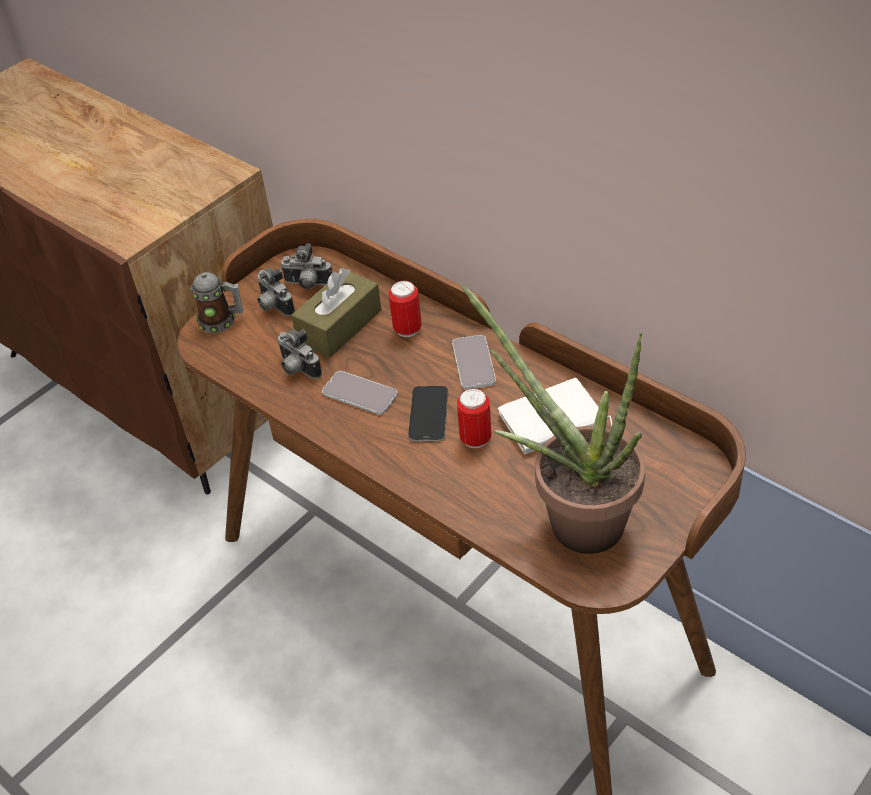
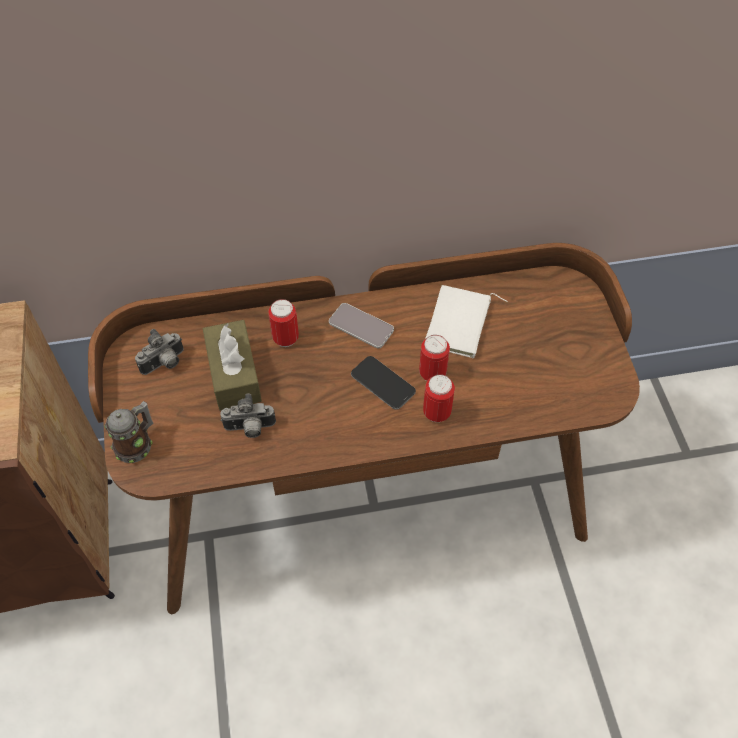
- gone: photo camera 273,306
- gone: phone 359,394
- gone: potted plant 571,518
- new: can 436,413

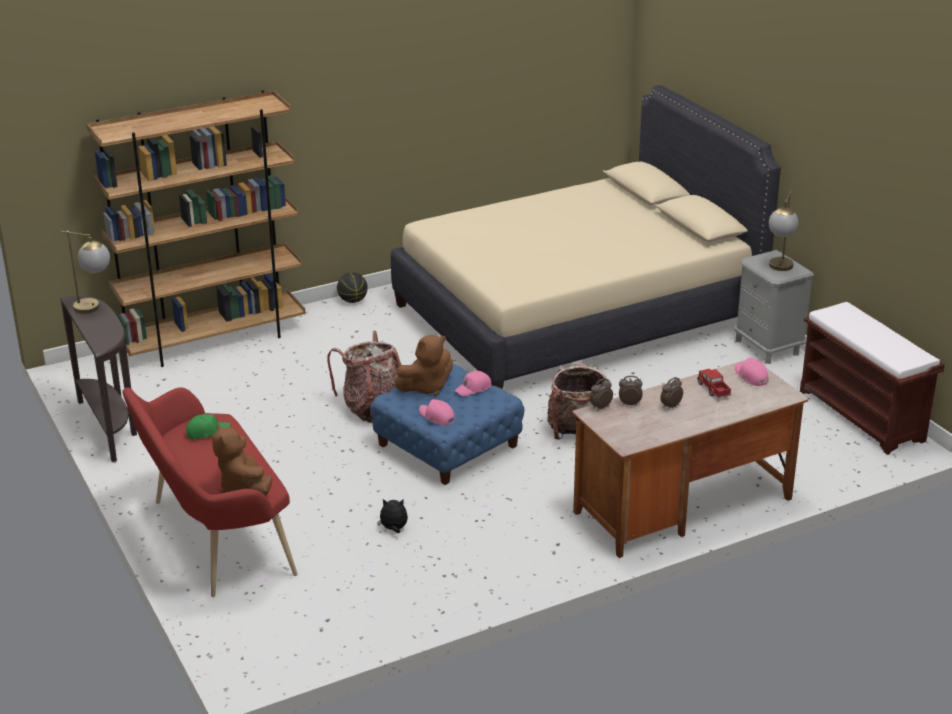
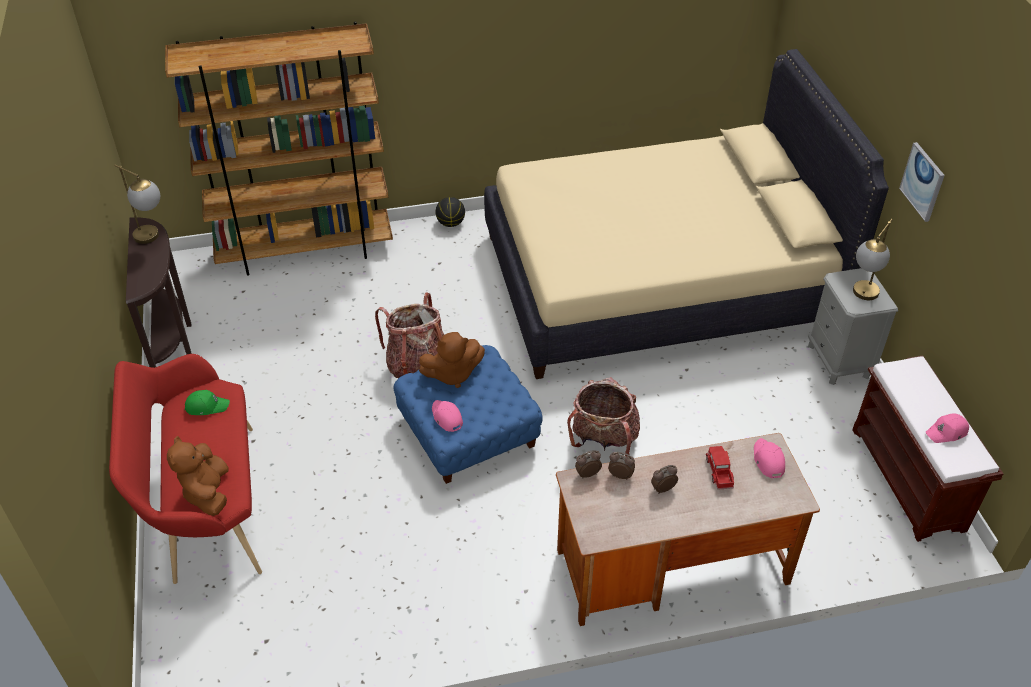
- gone: plush toy 394,529
- shifted: pink cap 473,388 to 947,432
- new: picture 922,181

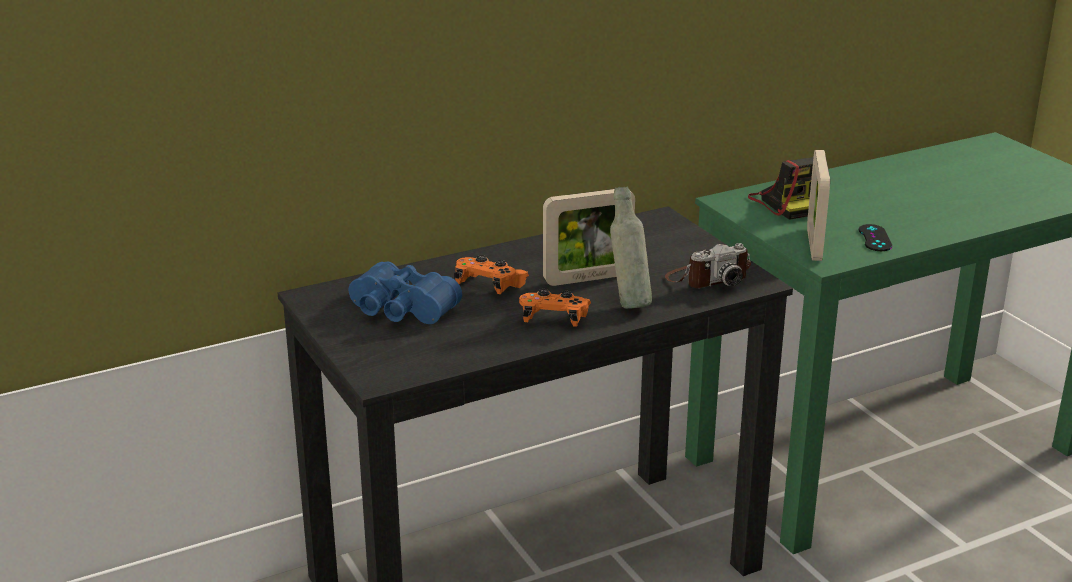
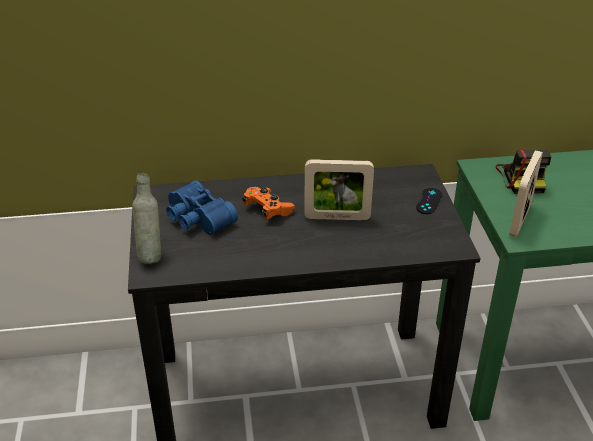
- gone: orange game controller 554,319
- shifted: grey bottle 628,303 to 151,255
- gone: photo camera 708,278
- shifted: black game controller 875,238 to 428,201

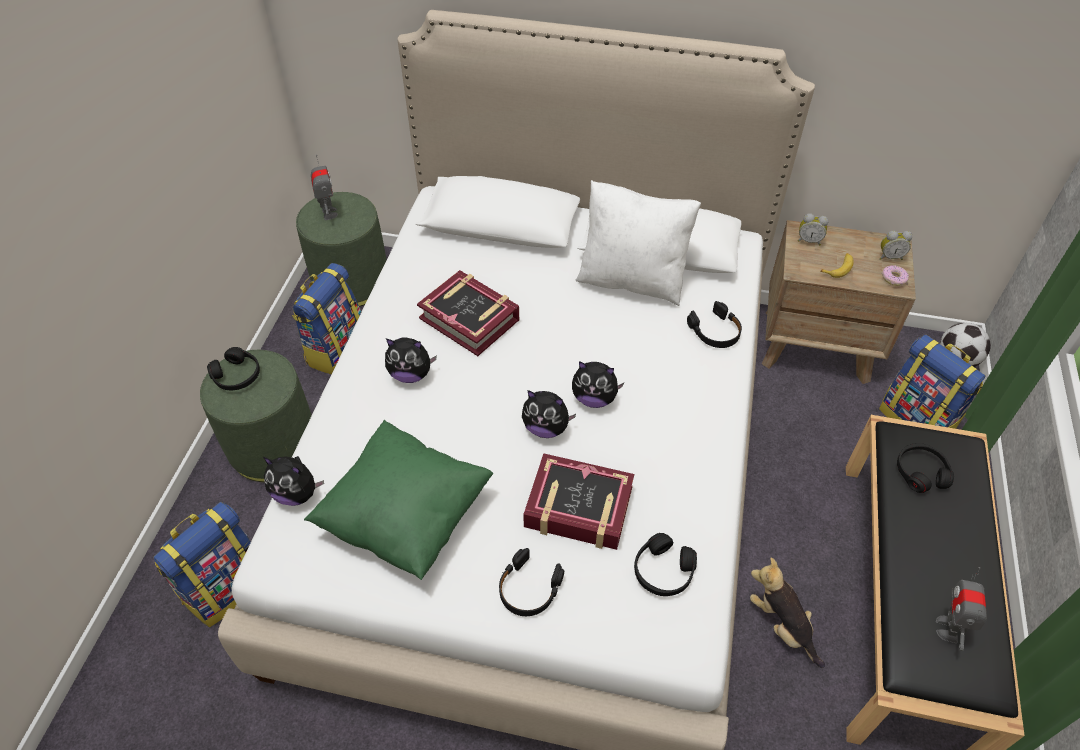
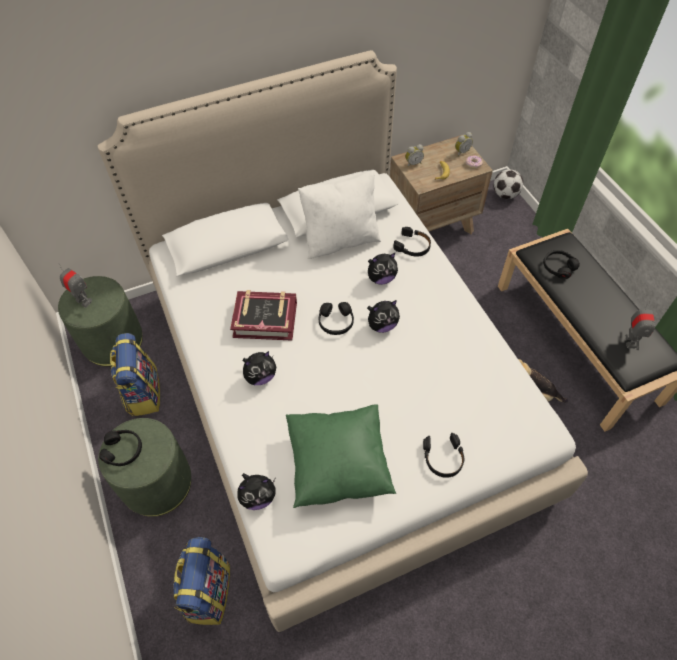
- shifted: plush toy 546,428 to 381,278
- gone: book 578,508
- shifted: black headphones 663,571 to 336,322
- gone: backpack 917,420
- rotated: toy robot 948,628 = 630,341 150 degrees counterclockwise

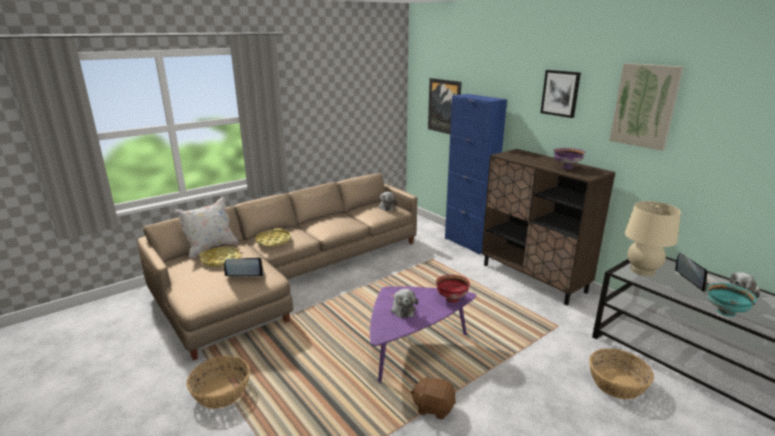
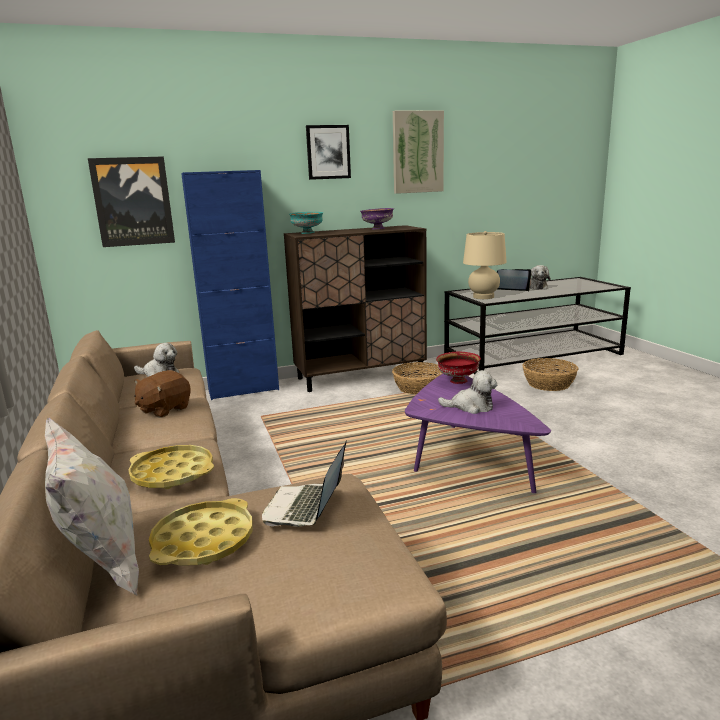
- shifted: basket 221,392 to 418,388
- shifted: brown plush toy 433,407 to 164,409
- shifted: turquoise bowl 725,312 to 307,233

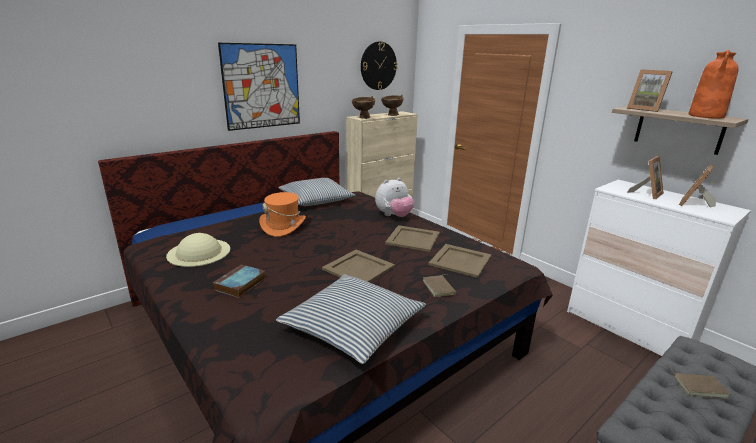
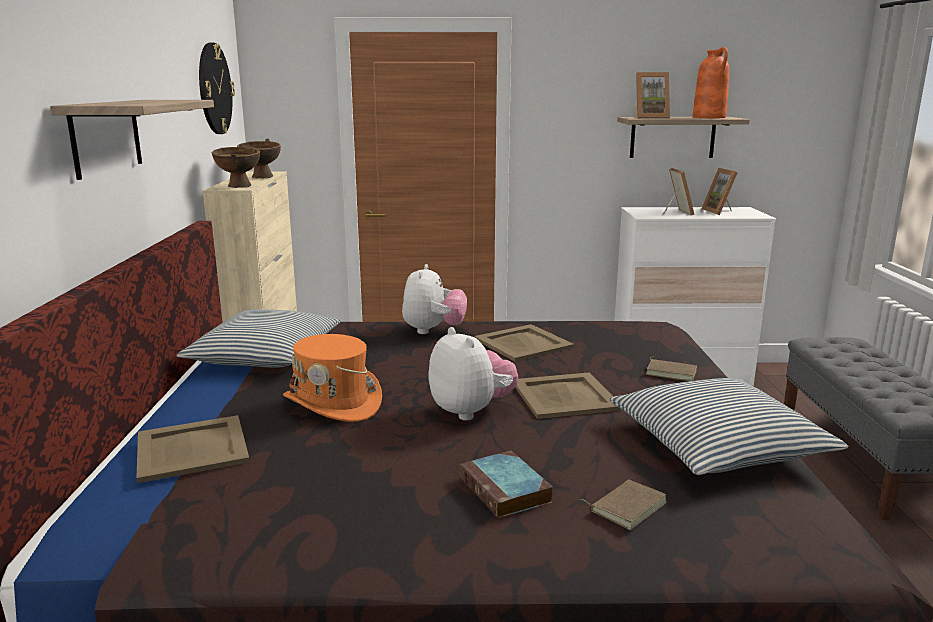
- gone: beige hat 199,252
- swapped: picture 262,86 to shelf 106,137
- shifted: beige tray 459,260 to 191,449
- shifted: brown book 699,386 to 626,506
- new: plush toy 471,411

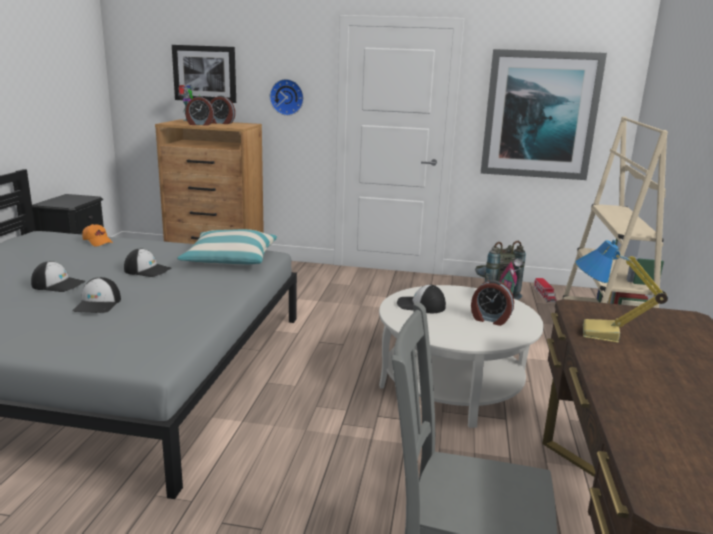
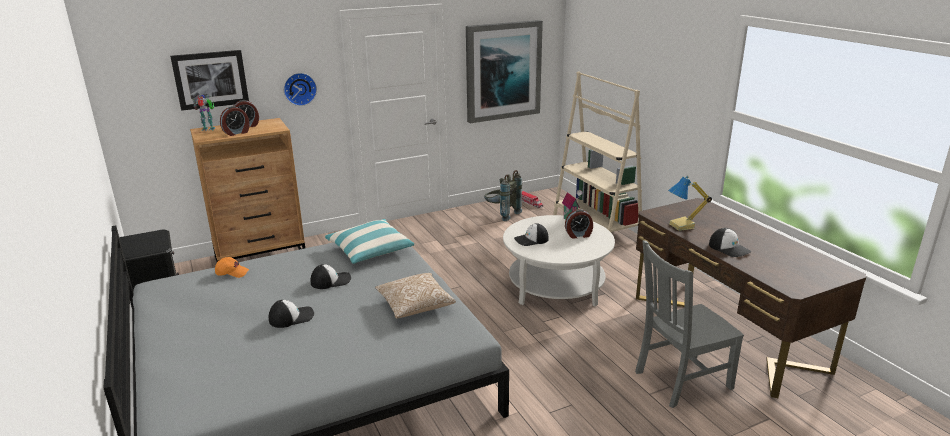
- shifted: cap 98,304 to 729,248
- new: pillow 415,305

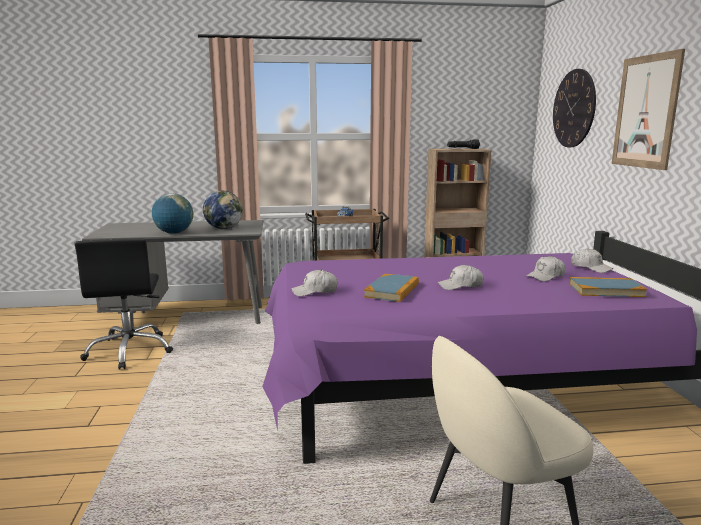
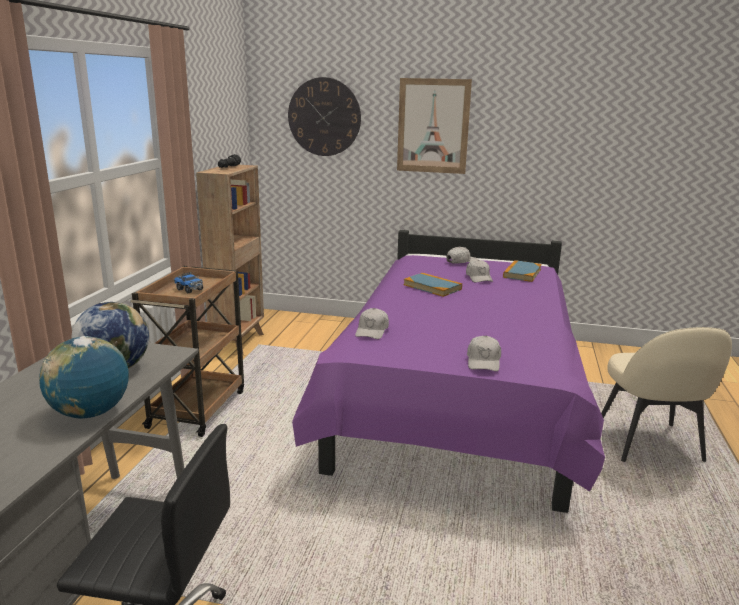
- shifted: book 392,290 to 432,287
- shifted: white cap 460,286 to 372,331

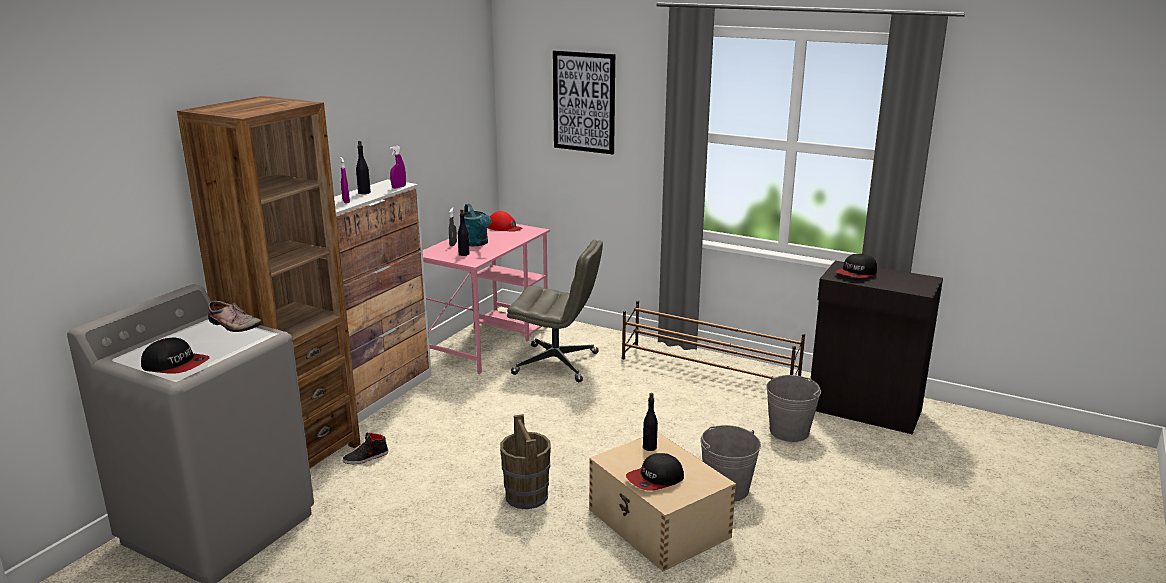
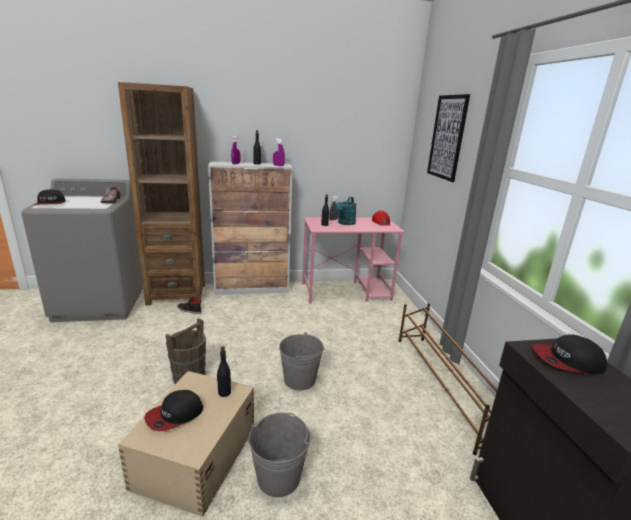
- gone: grey office chair 557,363
- rotated: cap 655,479 = 174,415 60 degrees counterclockwise
- shifted: grey bucket 789,431 to 300,379

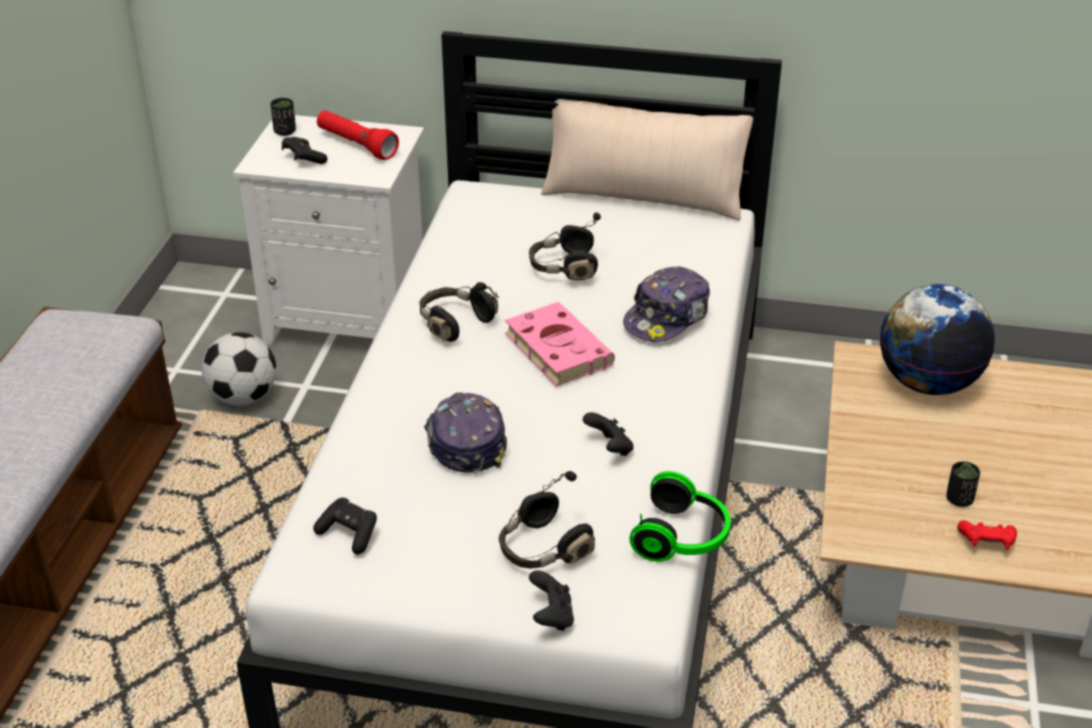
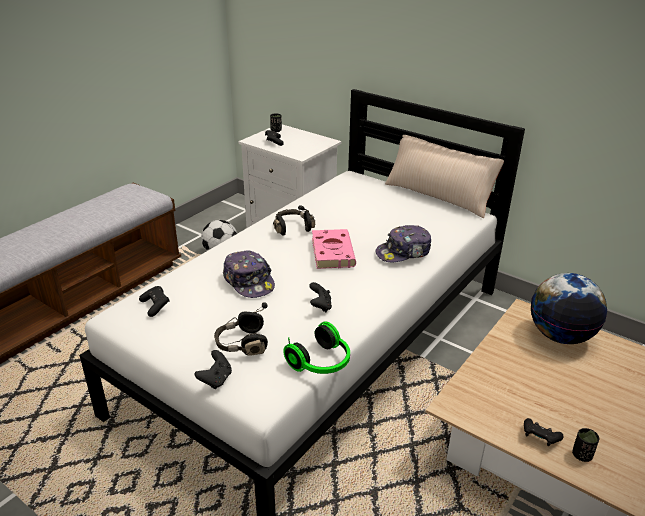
- gone: red flashlight 356,145
- rotated: cap 465,442 = 249,281 135 degrees clockwise
- gone: black headphones 564,267
- shifted: black cup 959,499 to 581,455
- repainted: red game controller 986,543 to black game controller 539,438

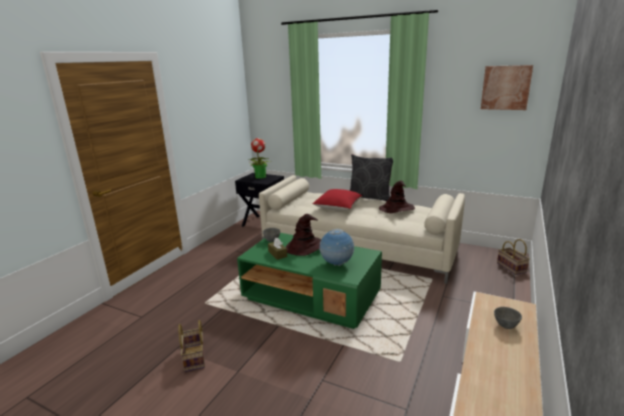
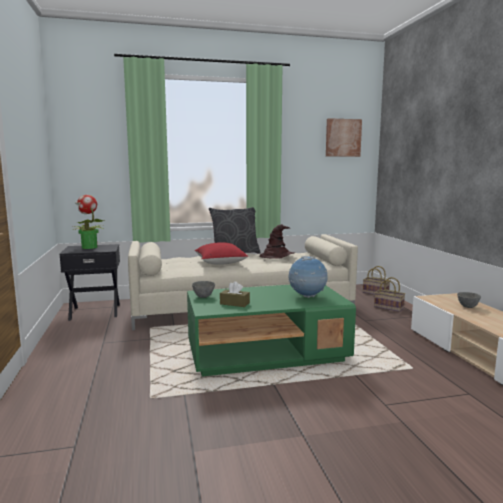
- shifted: basket 195,358 to 389,307
- gone: brown hat 305,247

